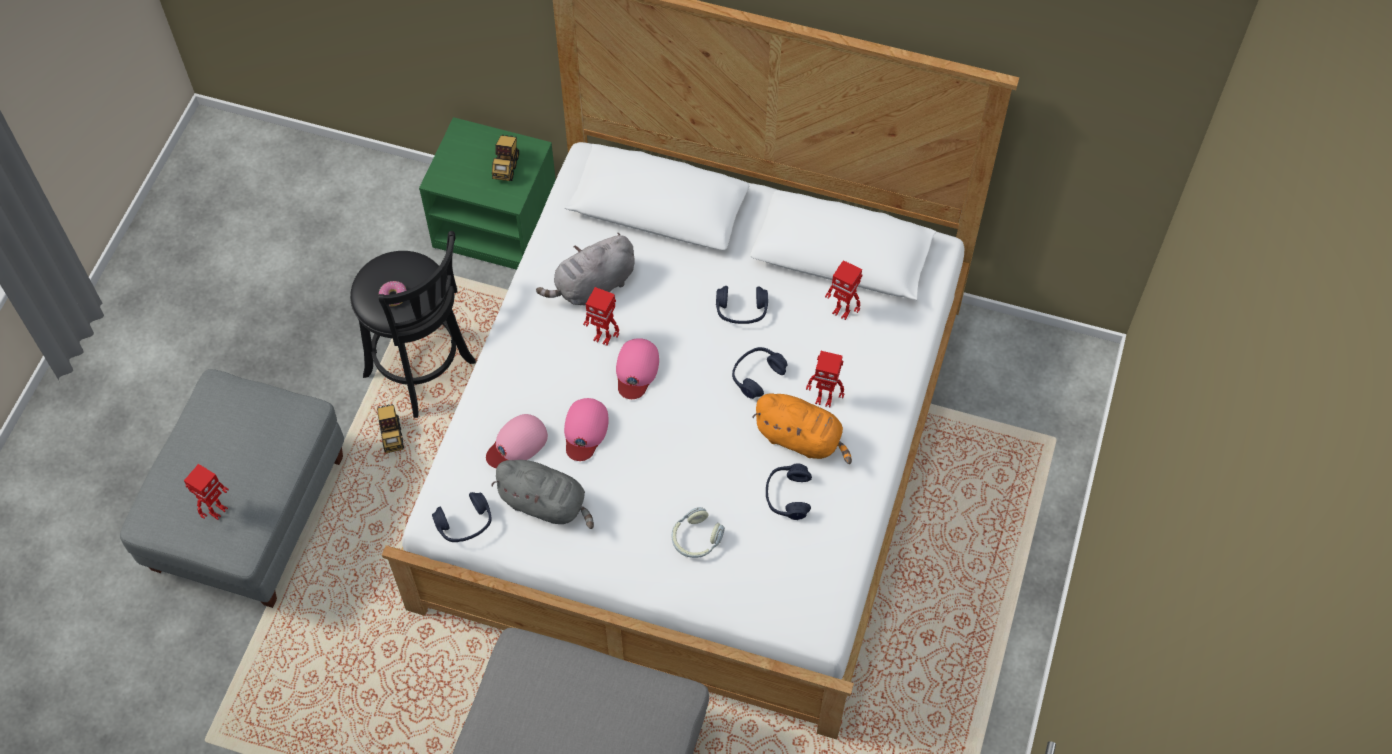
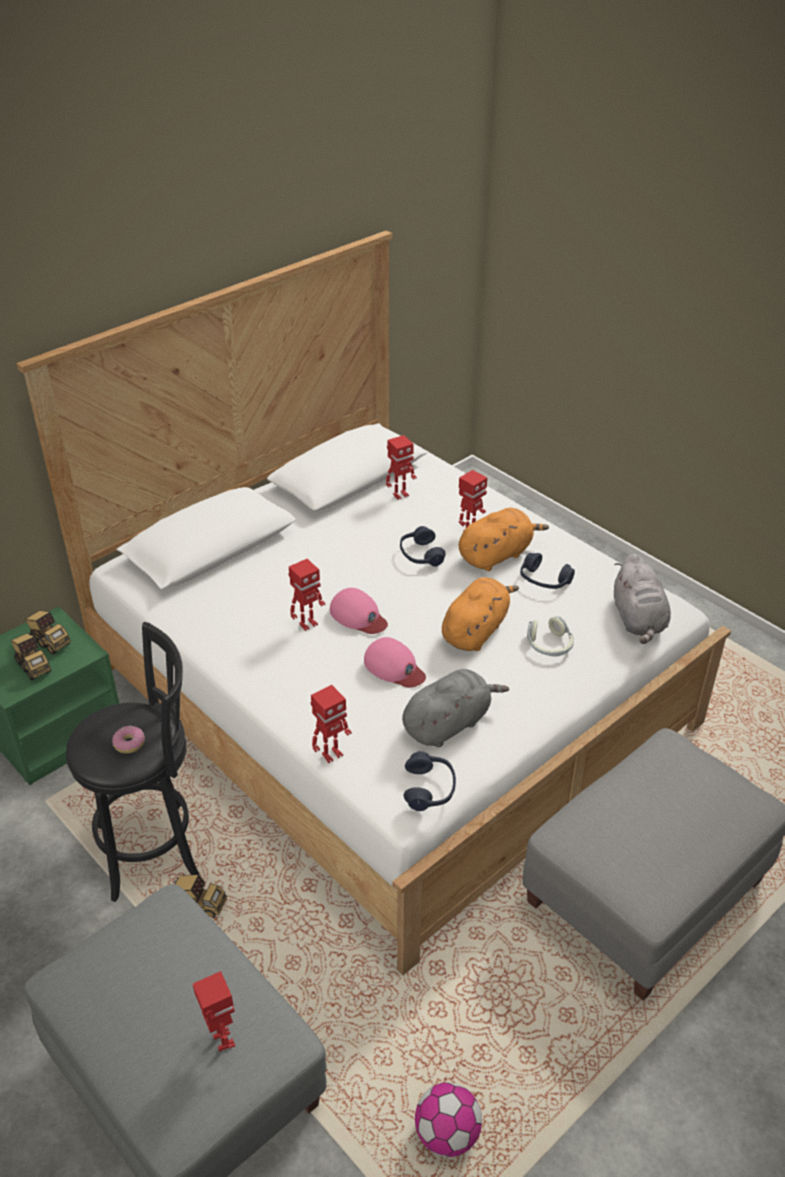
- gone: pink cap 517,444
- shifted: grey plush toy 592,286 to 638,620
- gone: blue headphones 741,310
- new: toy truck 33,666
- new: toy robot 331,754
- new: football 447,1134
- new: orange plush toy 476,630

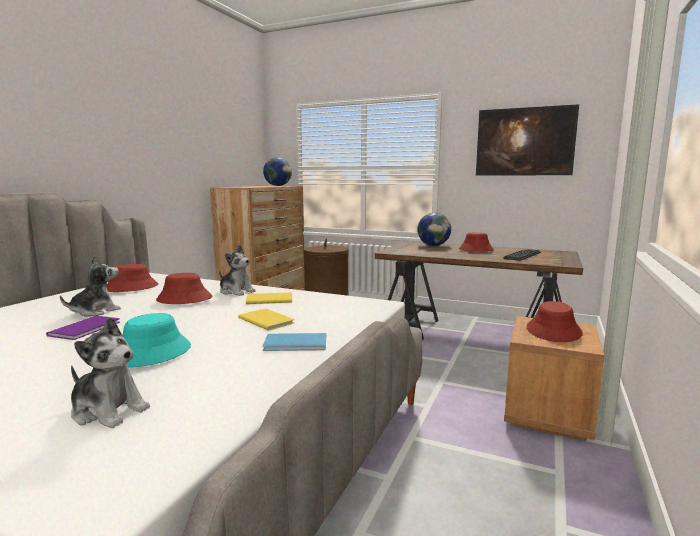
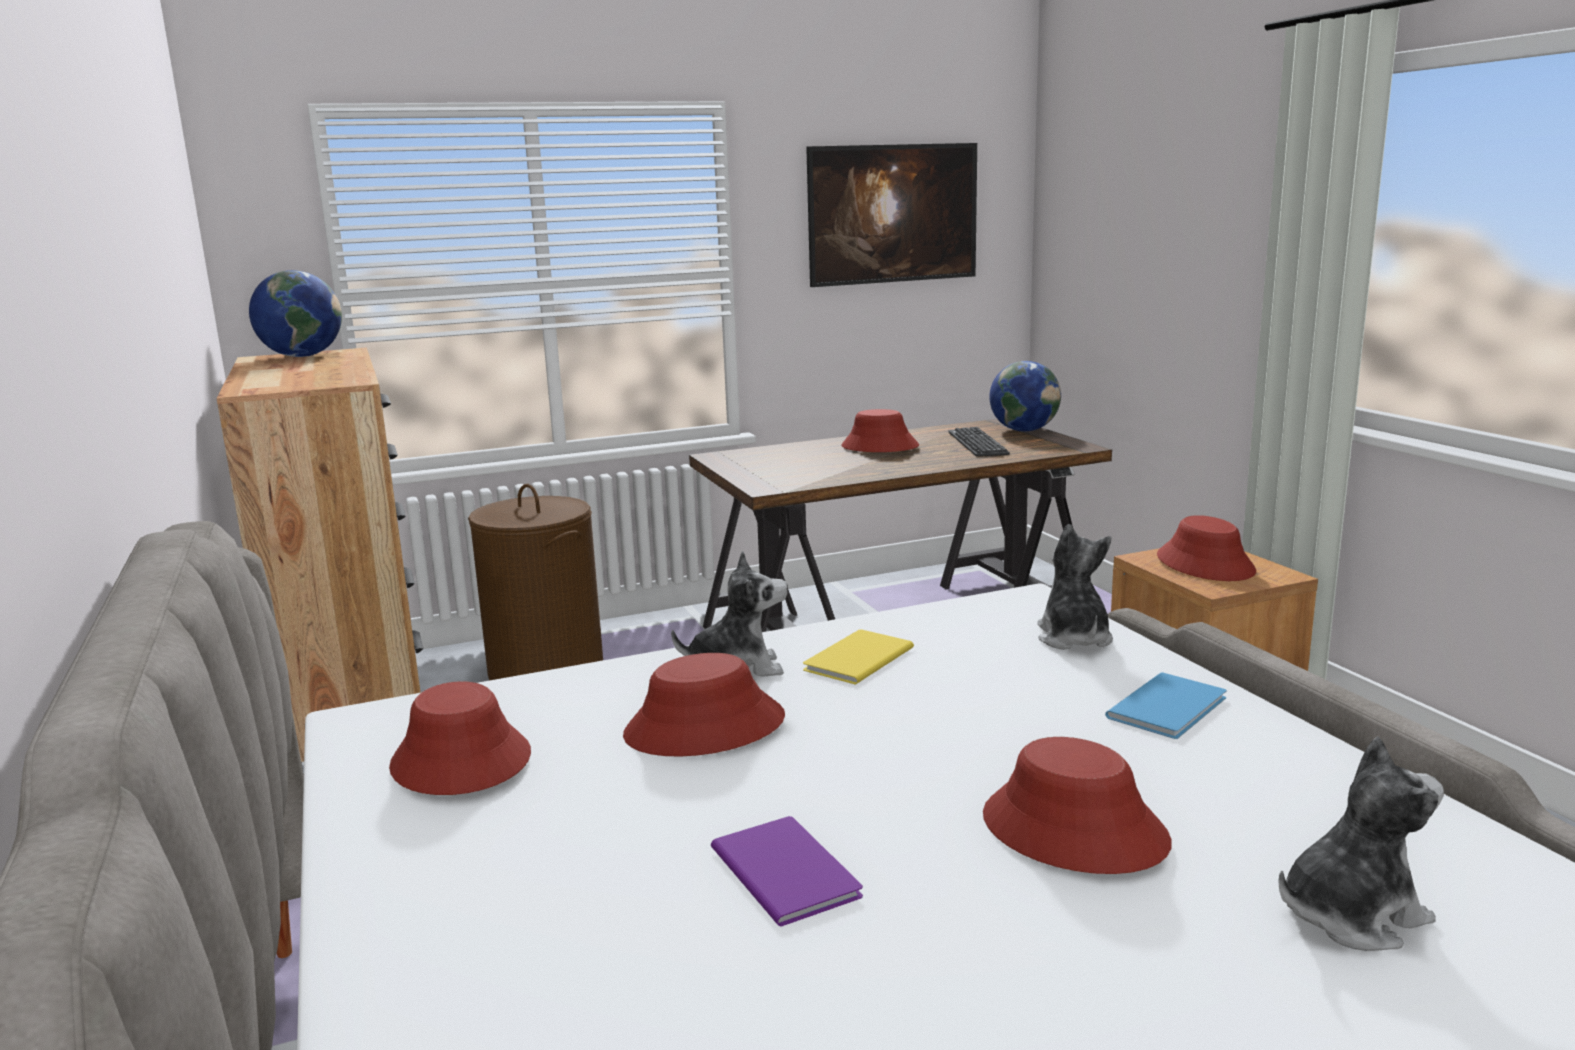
- shifted: plush toy 95,311 to 1073,638
- repainted: turquoise hat 151,353 to red hat 1073,830
- gone: yellow book 266,320
- shifted: globe 433,245 to 1024,430

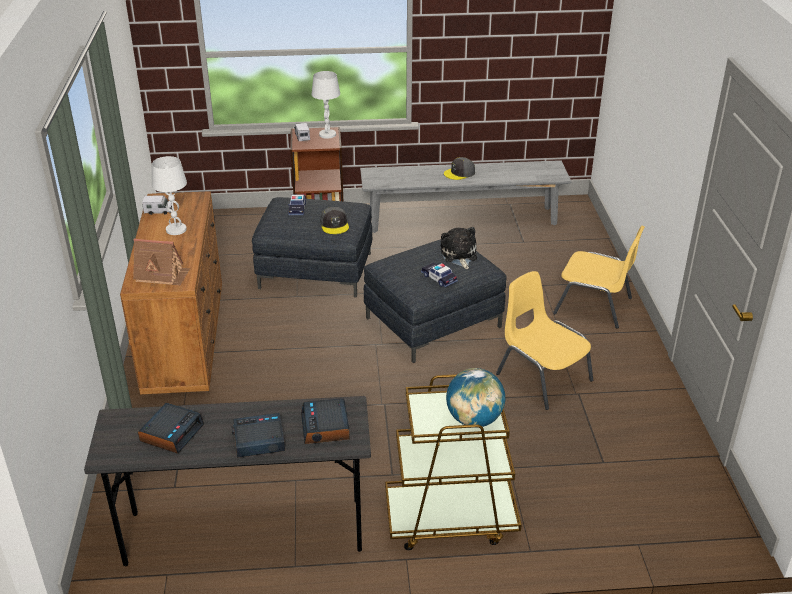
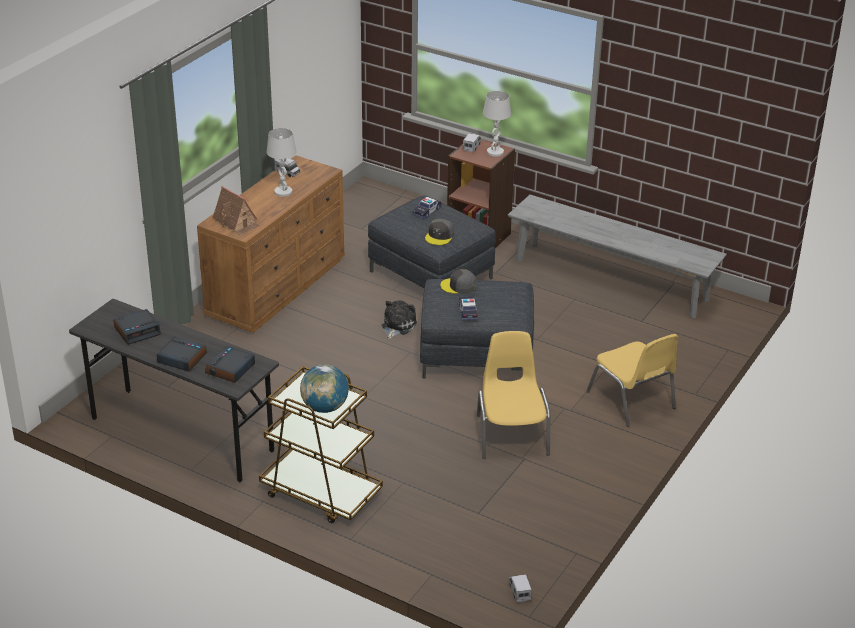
- shifted: plush toy 459,255 to 397,326
- shifted: grey cap 459,173 to 459,286
- new: toy truck 519,591

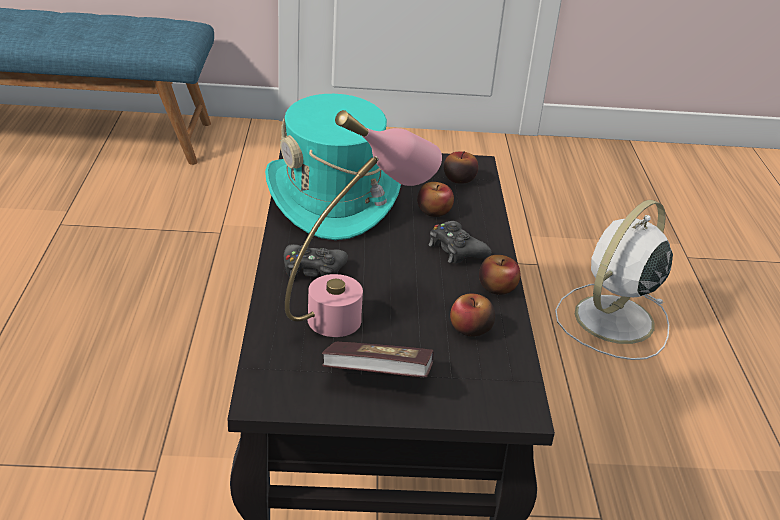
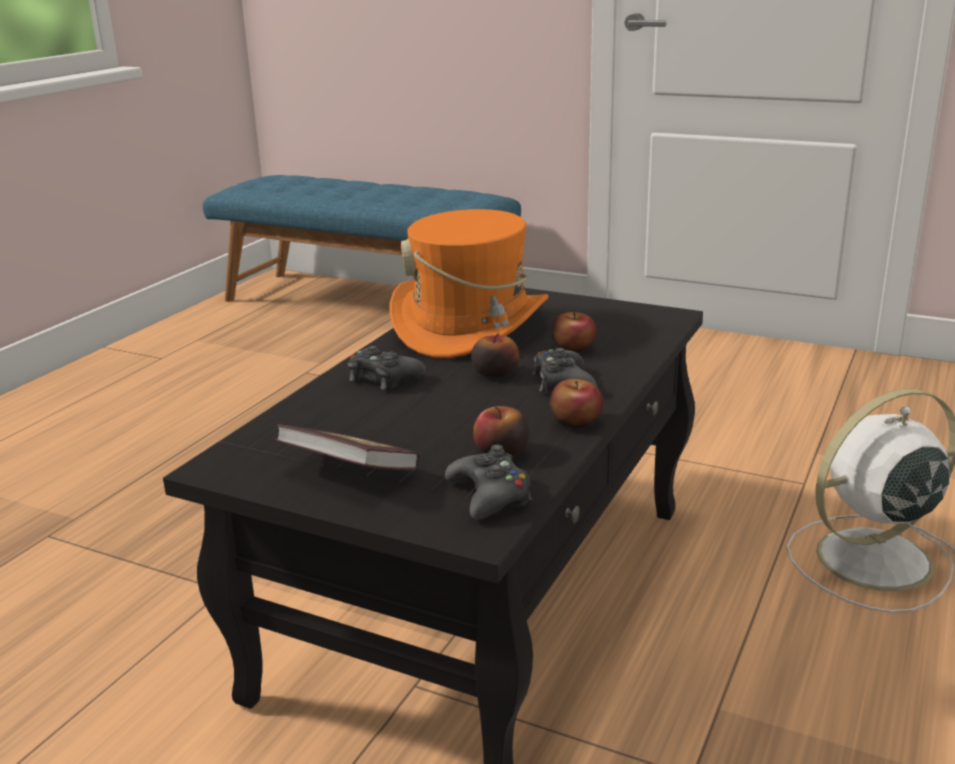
- repainted: turquoise hat 333,199 to orange hat 470,326
- gone: pink table lamp 355,311
- shifted: apple 459,179 to 495,373
- new: black game controller 490,496

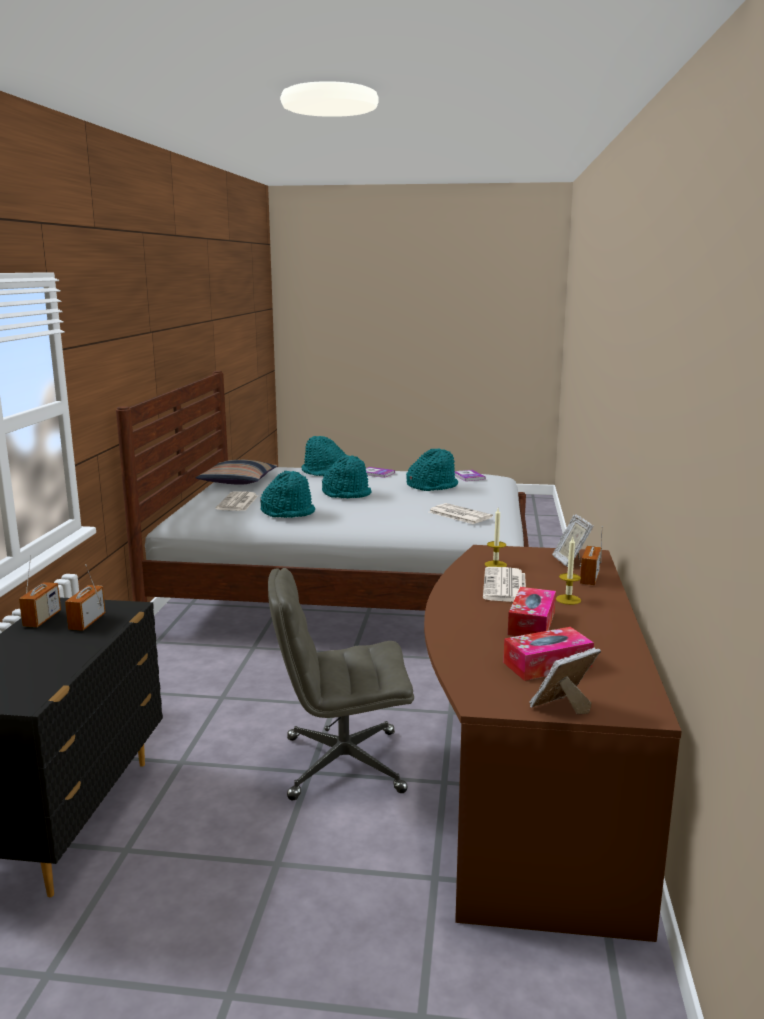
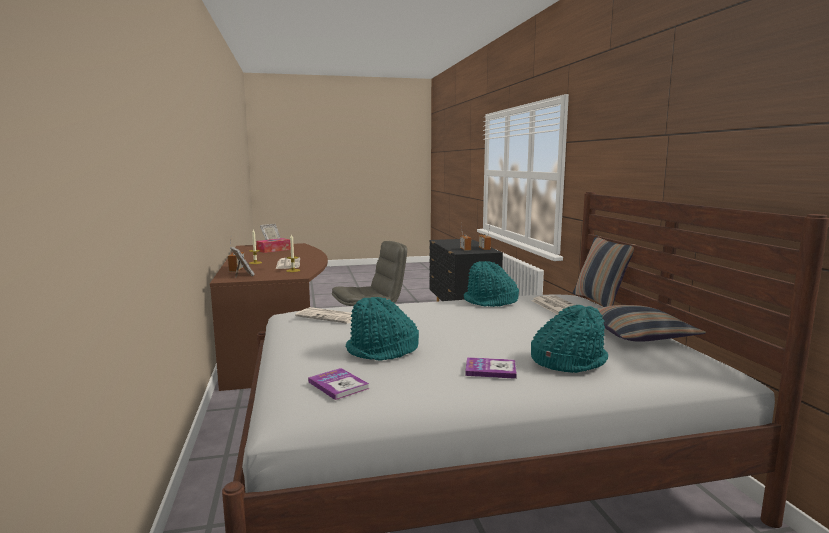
- gone: turquoise hat 347,494
- gone: tissue box 531,623
- new: pillow 599,301

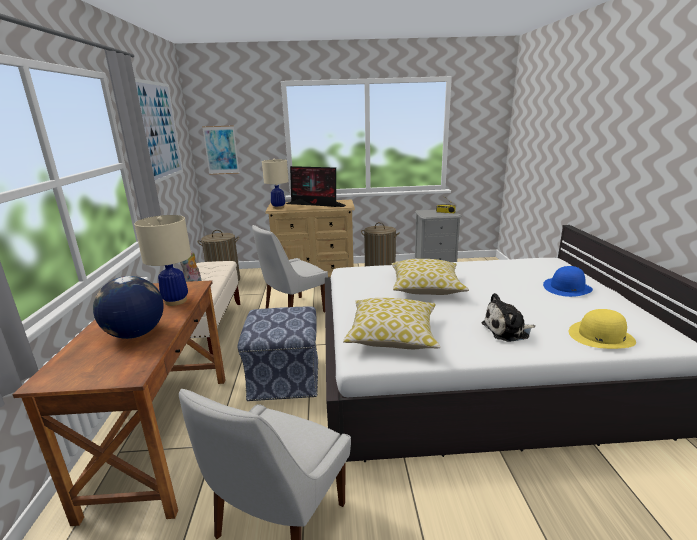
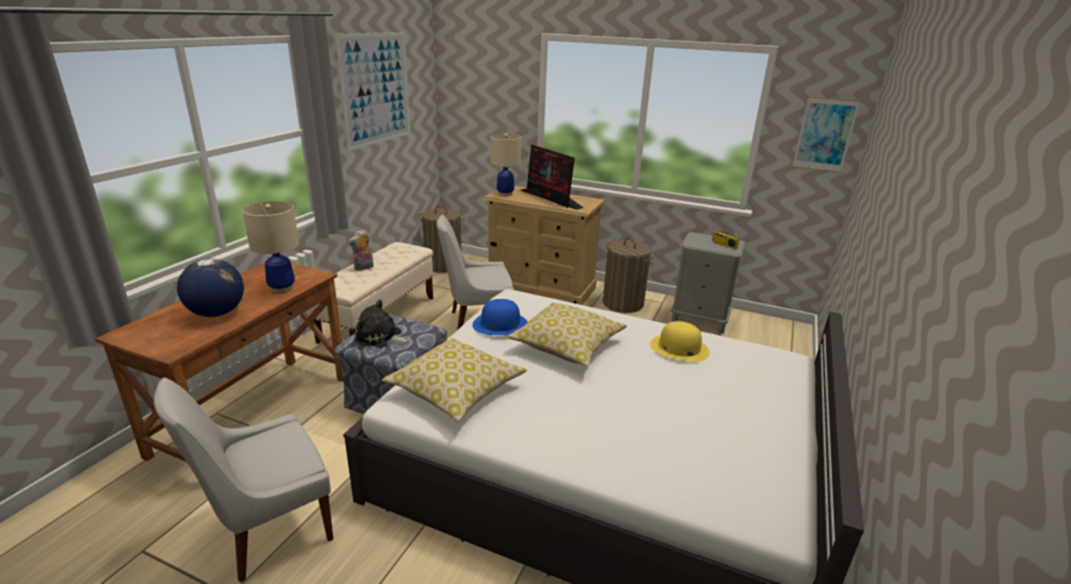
- shifted: picture 221,150 to 824,134
- shifted: plush toy 508,331 to 381,337
- shifted: blue hat 567,288 to 500,324
- shifted: yellow hat 601,336 to 679,348

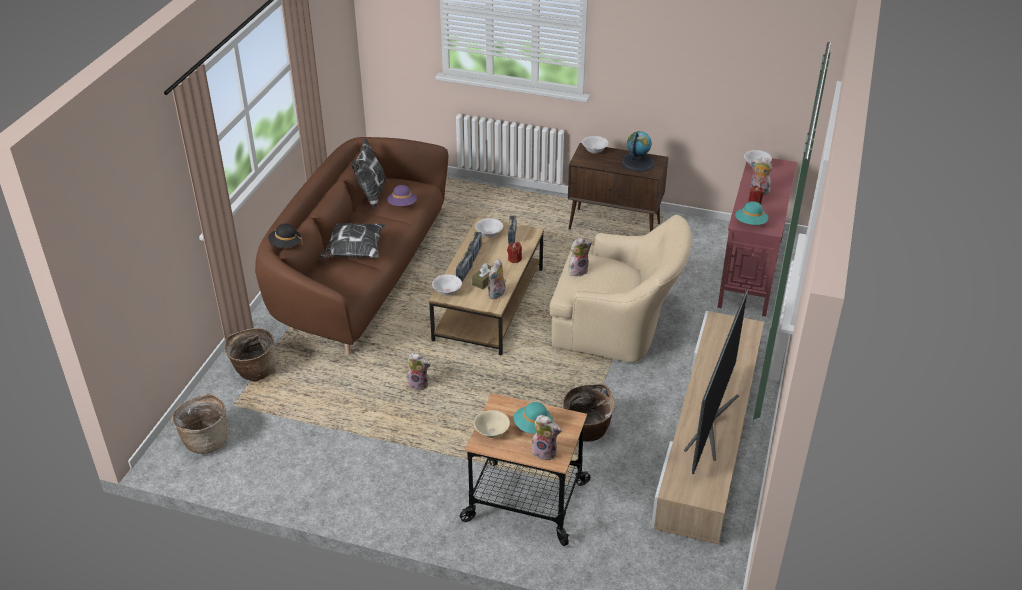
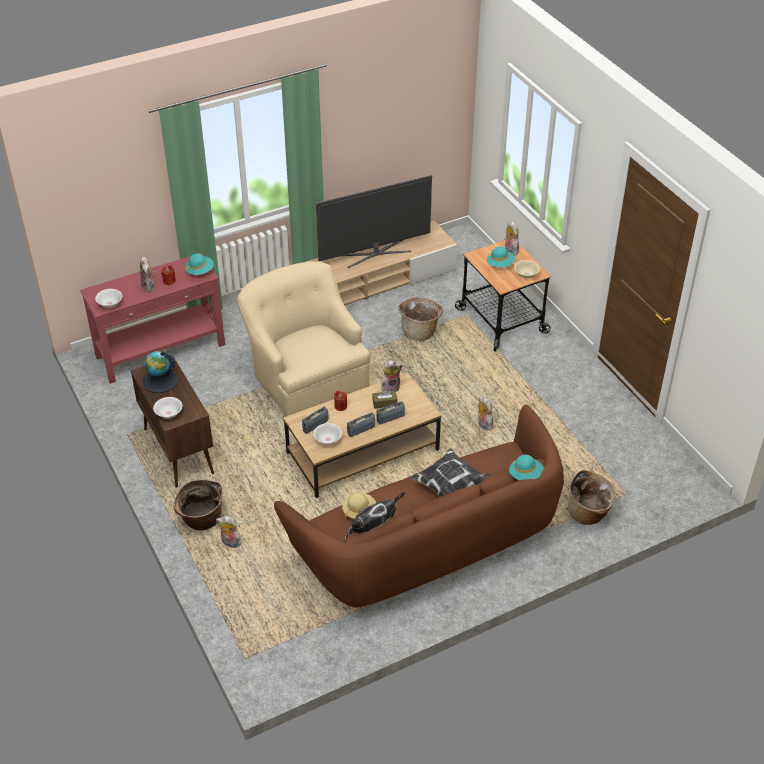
- shifted: basket 205,440 to 201,520
- repainted: black hat 285,245 to turquoise hat 525,475
- repainted: purple hat 402,205 to beige hat 359,511
- gone: white bowl 447,292
- shifted: plush toy 578,270 to 230,543

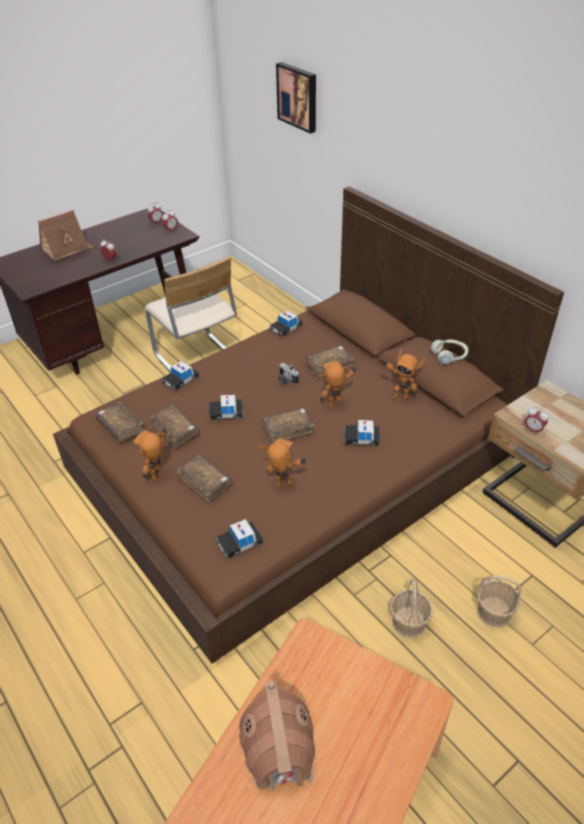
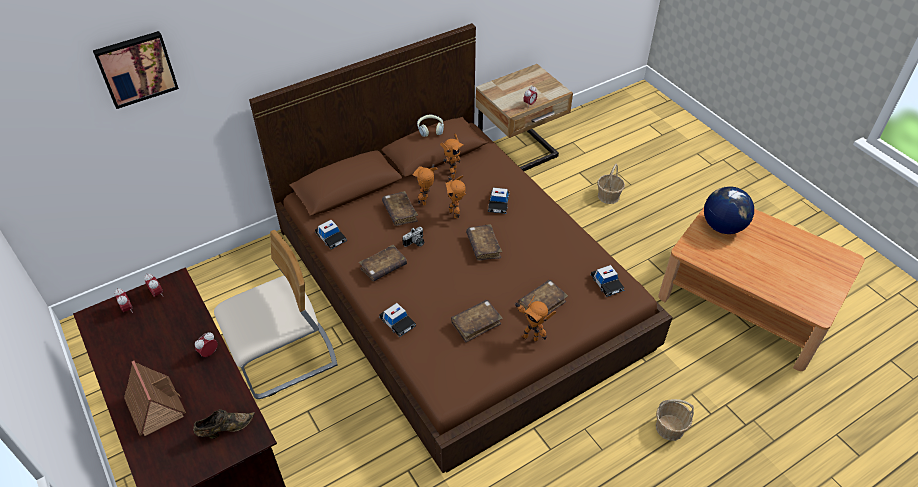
- shifted: brown book 121,427 to 383,267
- gone: toy car 226,412
- gone: toy house 279,757
- shifted: toy robot 285,487 to 427,201
- shifted: basket 408,622 to 670,428
- new: brown shoe 225,429
- new: globe 722,226

